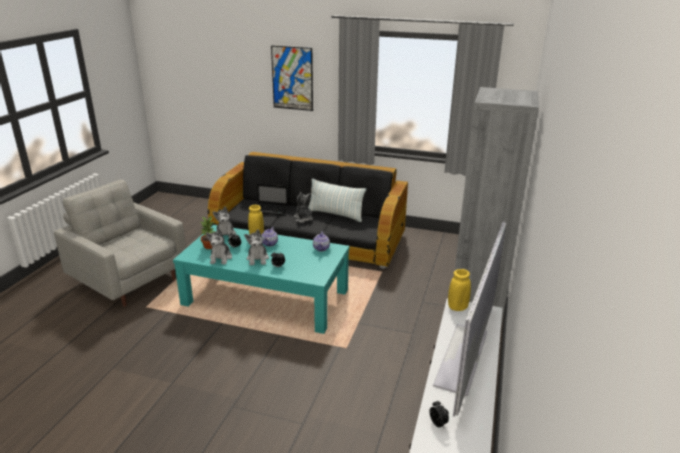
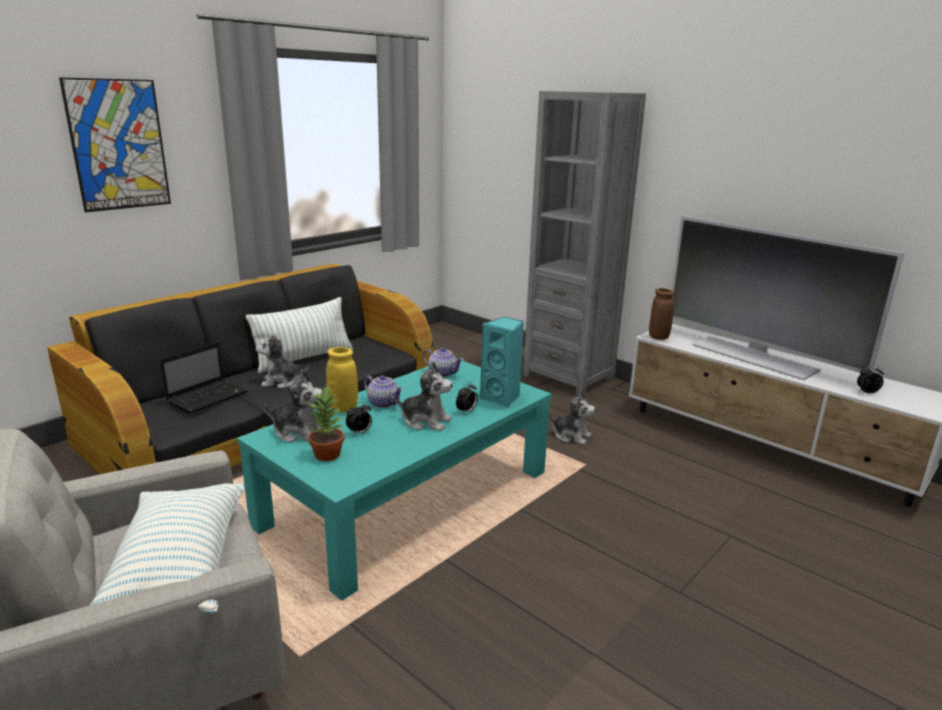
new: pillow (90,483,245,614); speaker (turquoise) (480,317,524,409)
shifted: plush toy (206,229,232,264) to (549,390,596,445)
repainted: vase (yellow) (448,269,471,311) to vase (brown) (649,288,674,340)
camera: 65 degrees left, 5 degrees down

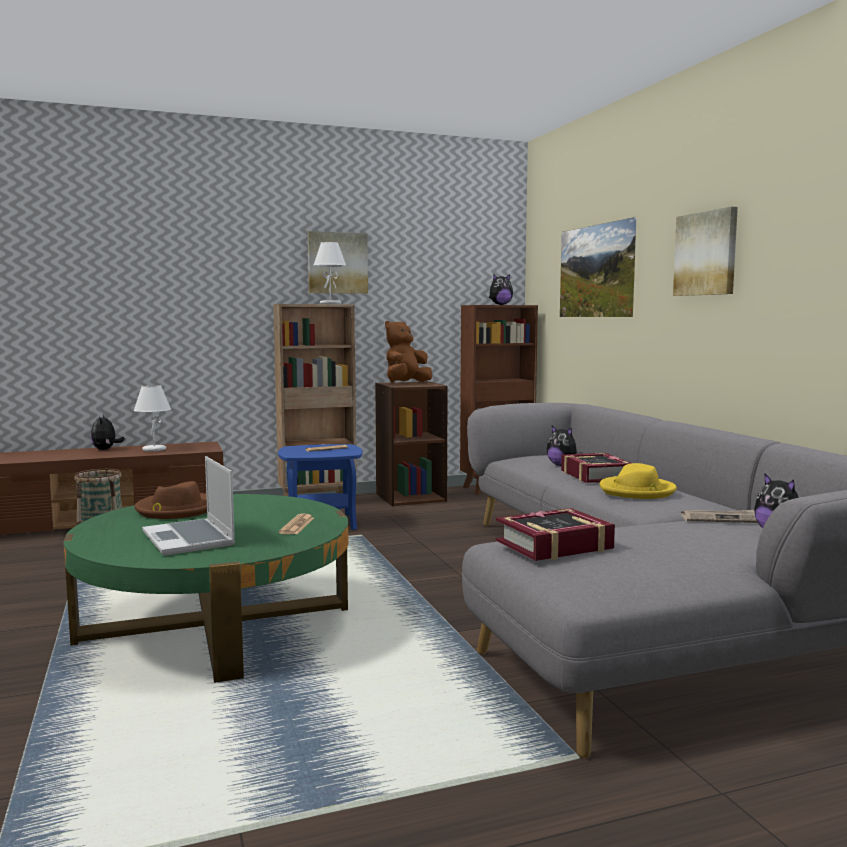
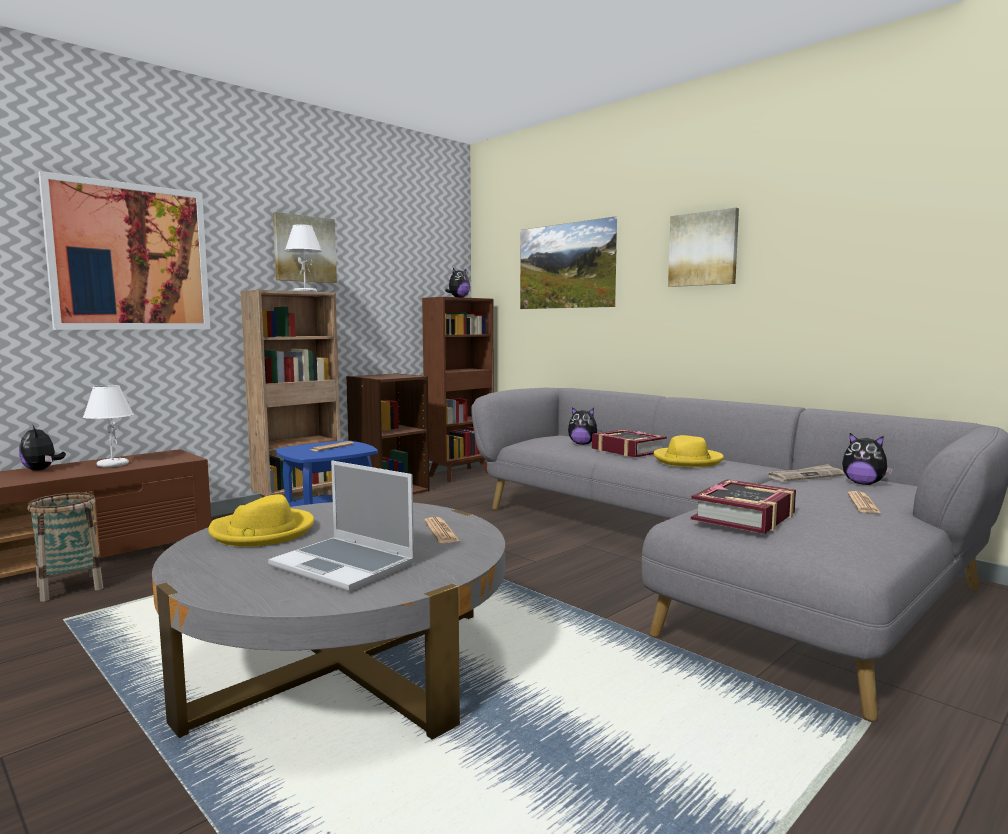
gone: plush toy (brown) (385,321,432,383)
new: picture (38,171,211,330); newspaper (847,491,881,513)
repainted: coffee table (green) (64,494,348,683) to coffee table (grey) (152,502,505,740); hat (brown) (135,481,207,519) to hat (yellow) (208,494,314,547)
camera: 25 degrees left, 0 degrees up

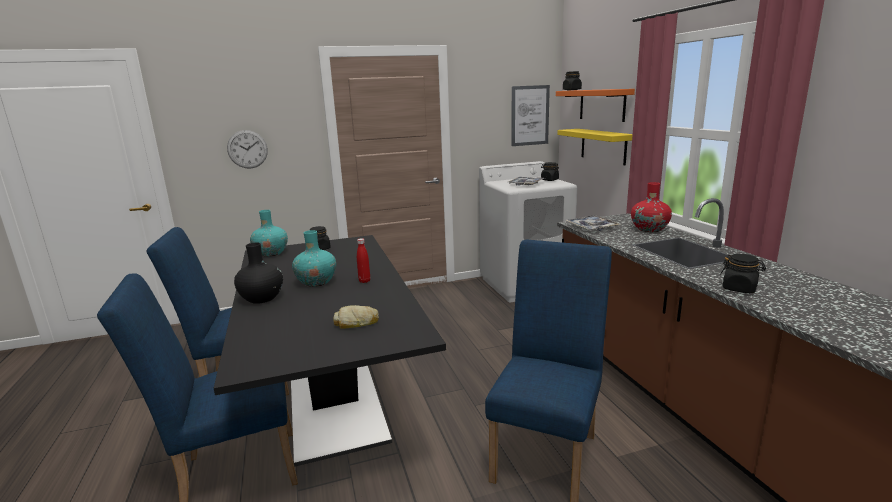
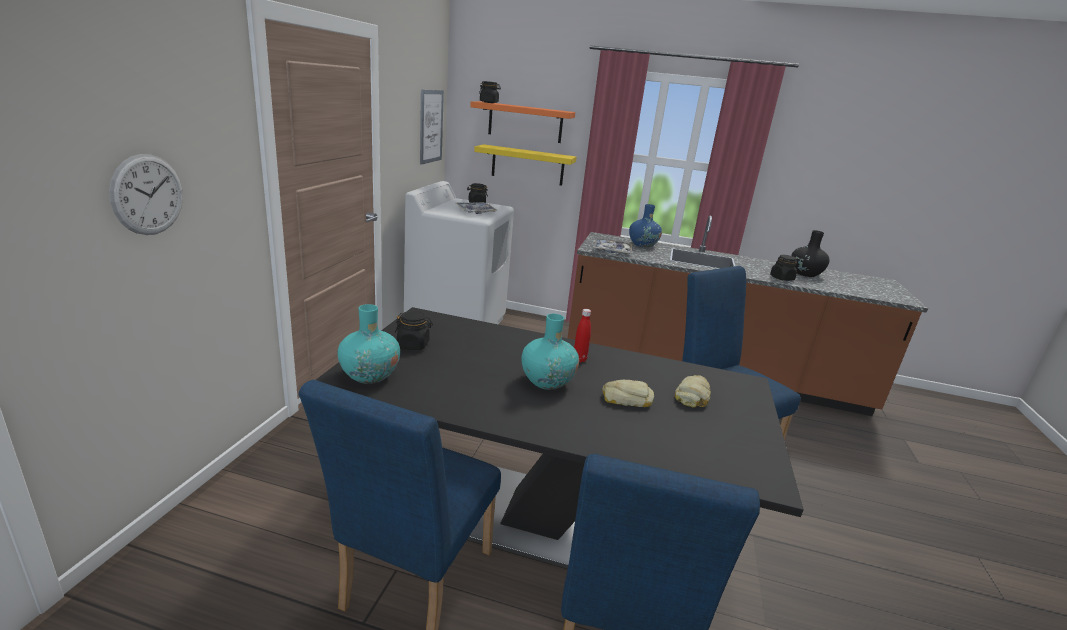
new: bread (602,380,654,407)
shifted: vase (black) (234,243,283,304) to (791,230,830,277)
repainted: vase (red) (631,182,672,232) to vase (blue) (629,204,662,248)
camera: 60 degrees left, 5 degrees up

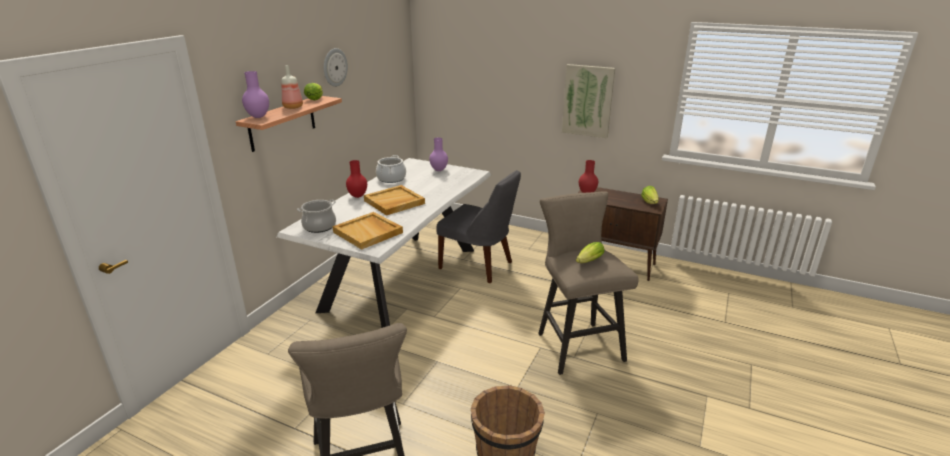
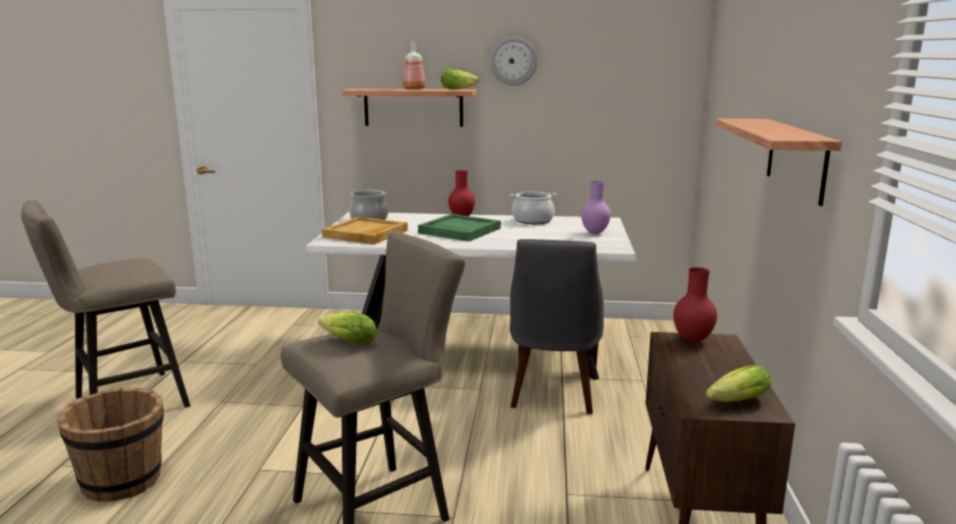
gone: vase (purple) (242,71,269,118)
swapped: picture (562,64,615,138) to shelf (715,119,842,206)
repainted: tray (beige) (364,185,425,216) to tray (green) (418,214,501,241)
camera: 70 degrees right, 10 degrees down

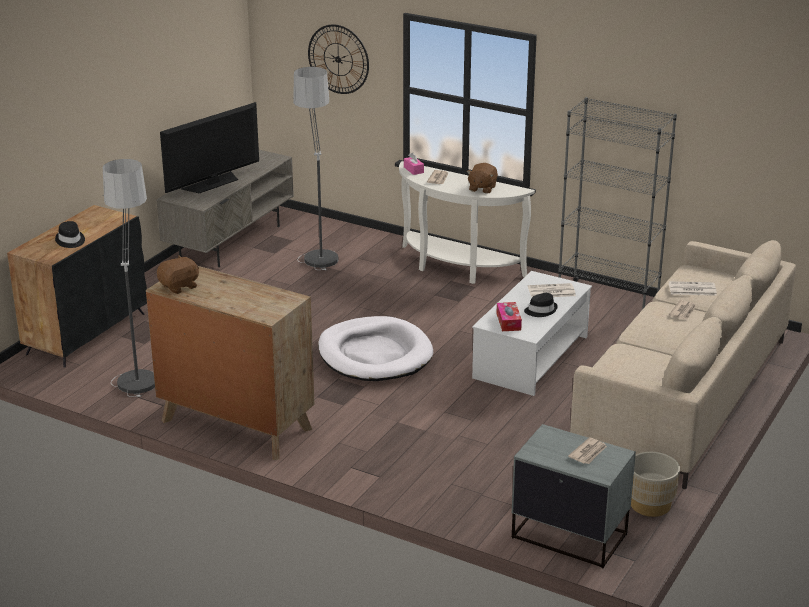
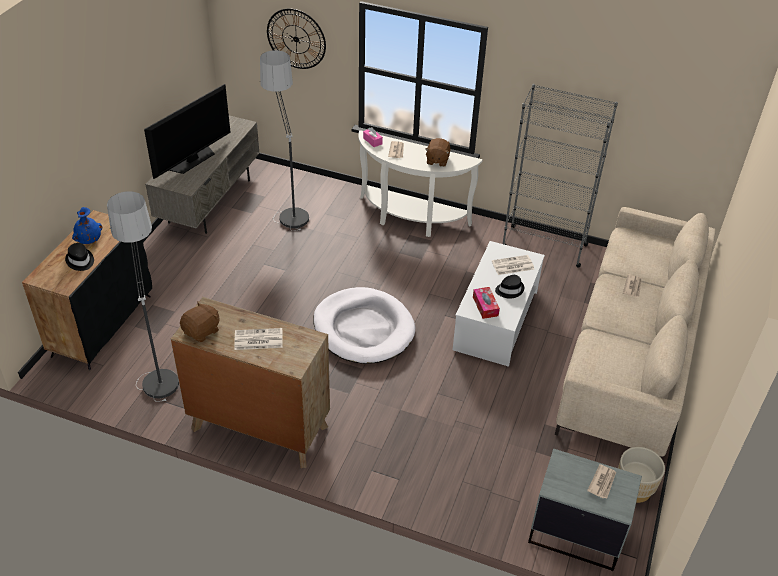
new: vase (blue) (72,207,102,244)
shifted: newspaper (669,281,717,296) to (234,328,283,350)
camera: 10 degrees left, 15 degrees up

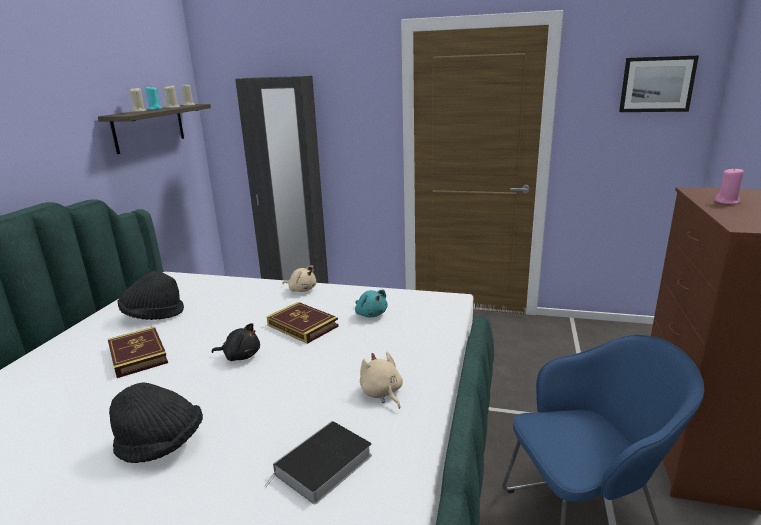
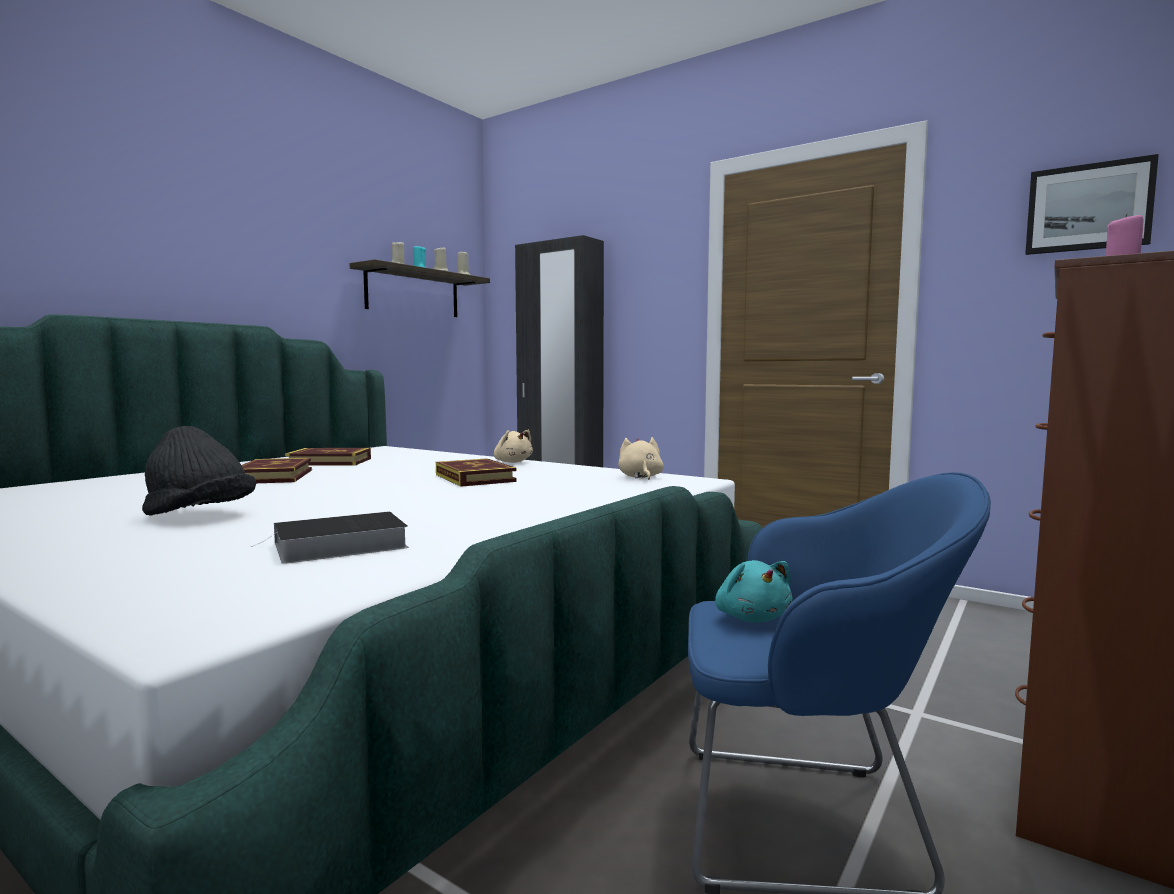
gone: plush toy (black) (211,323,260,361)
shifted: plush toy (turquoise) (355,290,388,317) to (715,560,793,623); plush toy (beige) (360,352,403,409) to (618,437,664,480)
swapped: hat (black) (117,271,184,320) to book (285,448,371,465)
camera: 20 degrees right, 15 degrees down

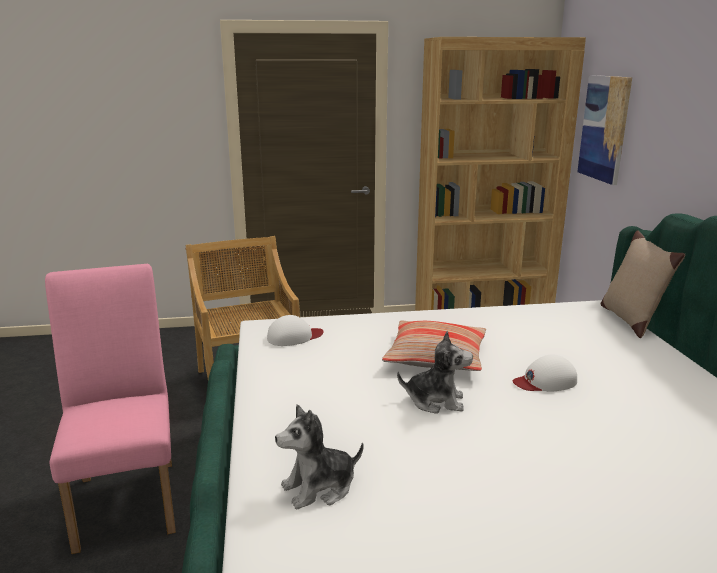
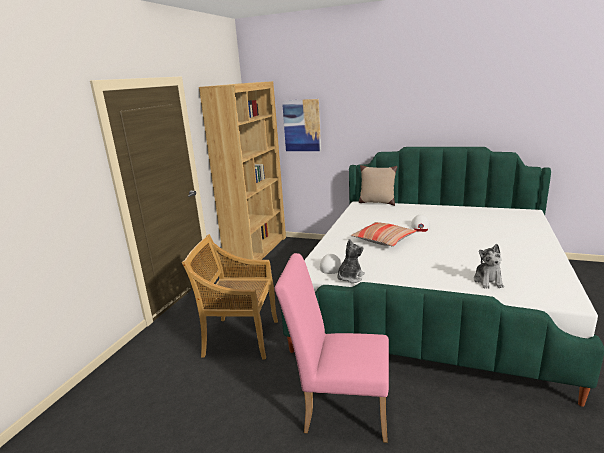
shifted: plush toy (397,331,473,414) to (337,239,365,283)
camera: 60 degrees left, 0 degrees up

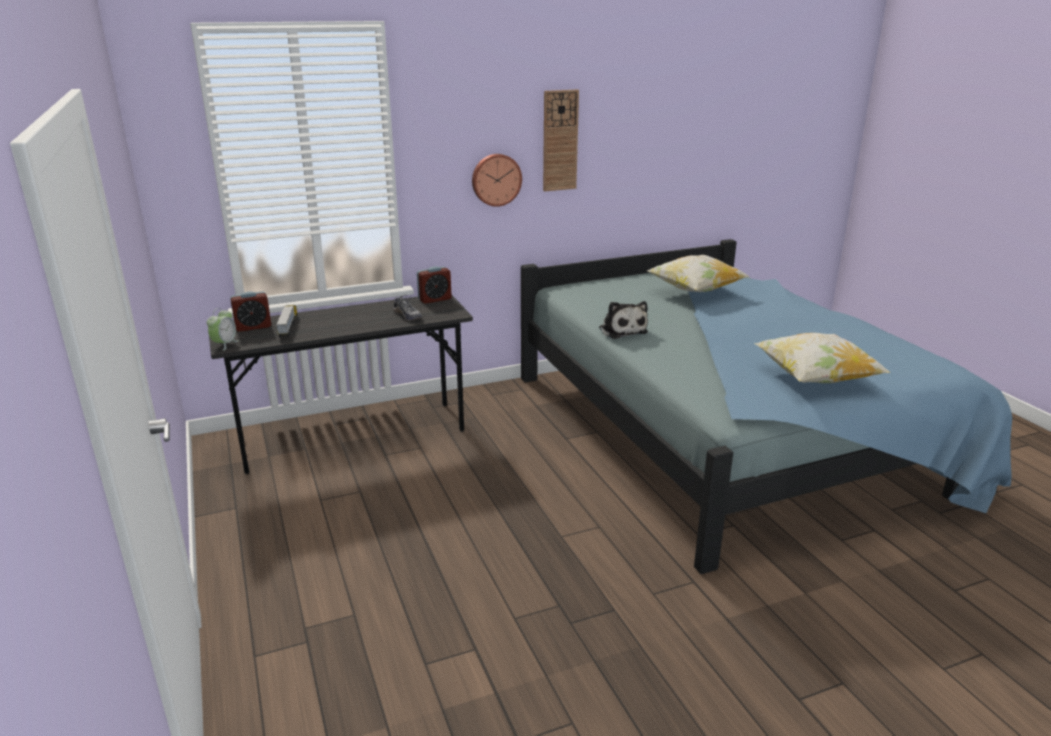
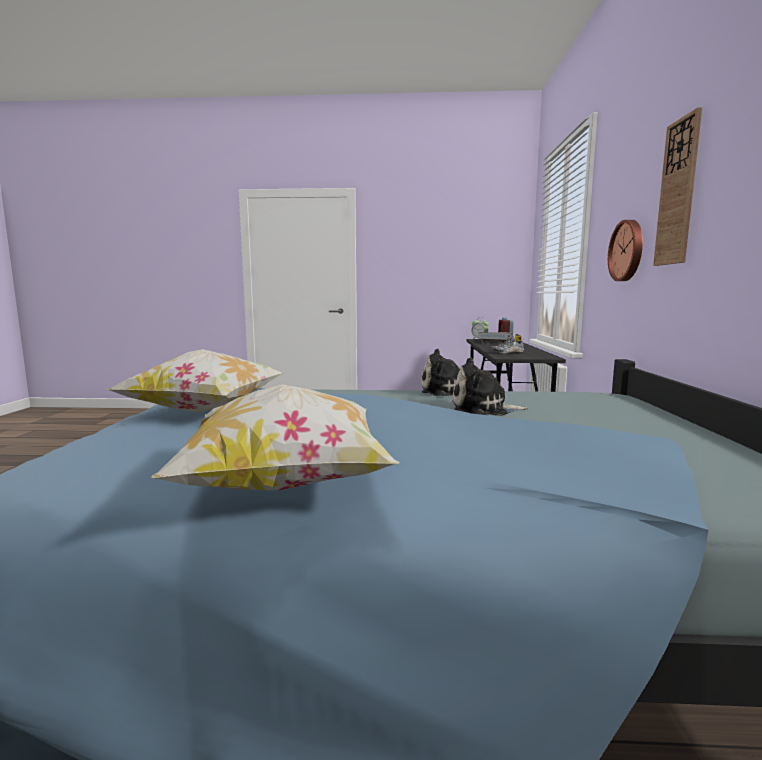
gone: alarm clock (417,267,452,304)
new: plush toy (453,358,528,416)
shifted: pillow (647,255,749,292) to (151,384,399,490)
camera: 115 degrees right, 15 degrees down

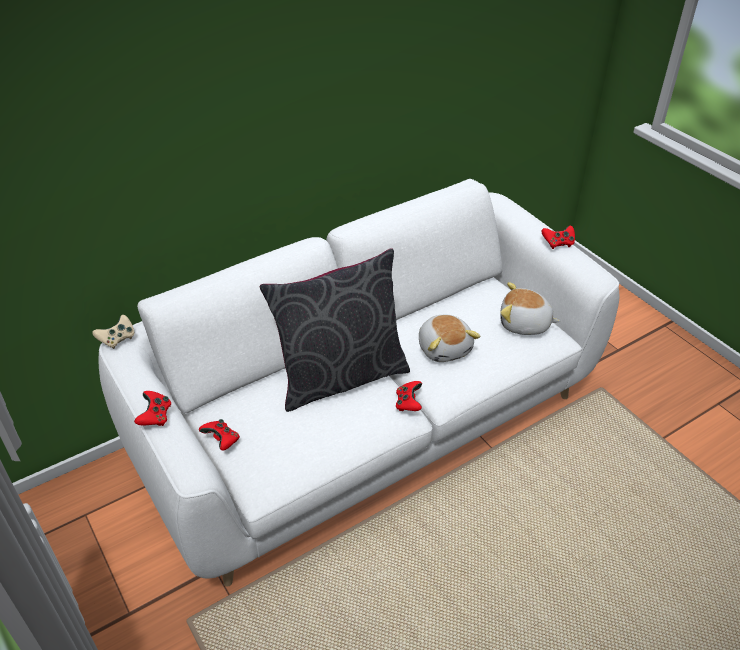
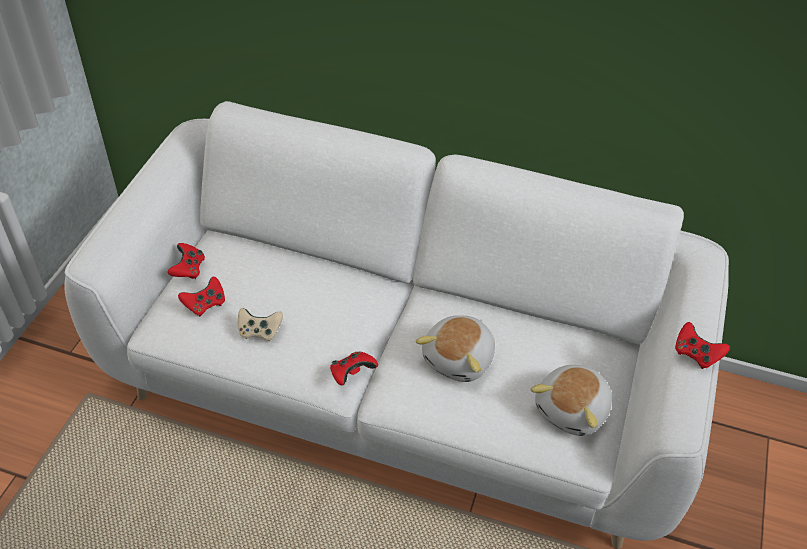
gone: pillow (grey) (259,248,410,412)
shifted: game controller (beige) (92,315,135,349) to (238,308,283,341); game controller (red) (134,391,171,426) to (178,277,225,316)
rotated: plush toy (500,282,560,335) = (530,365,612,436) 120 degrees counterclockwise
camera: 50 degrees right, 5 degrees up

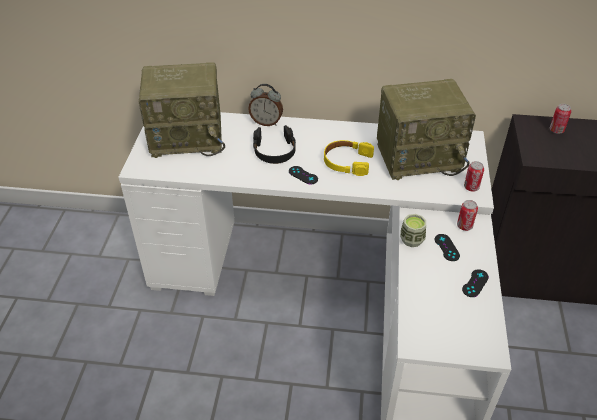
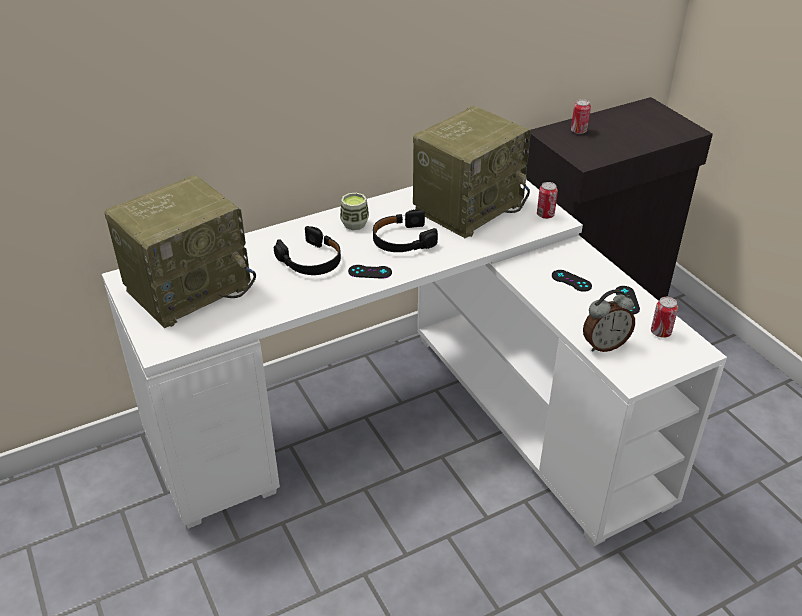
shifted: alarm clock (248,84,283,126) to (583,289,635,352); cup (400,214,426,247) to (340,193,369,230); can (457,200,478,231) to (651,297,678,338)
repainted: headphones (yellow) (324,140,374,176) to headphones (black) (373,209,438,252)
camera: 35 degrees left, 5 degrees down

